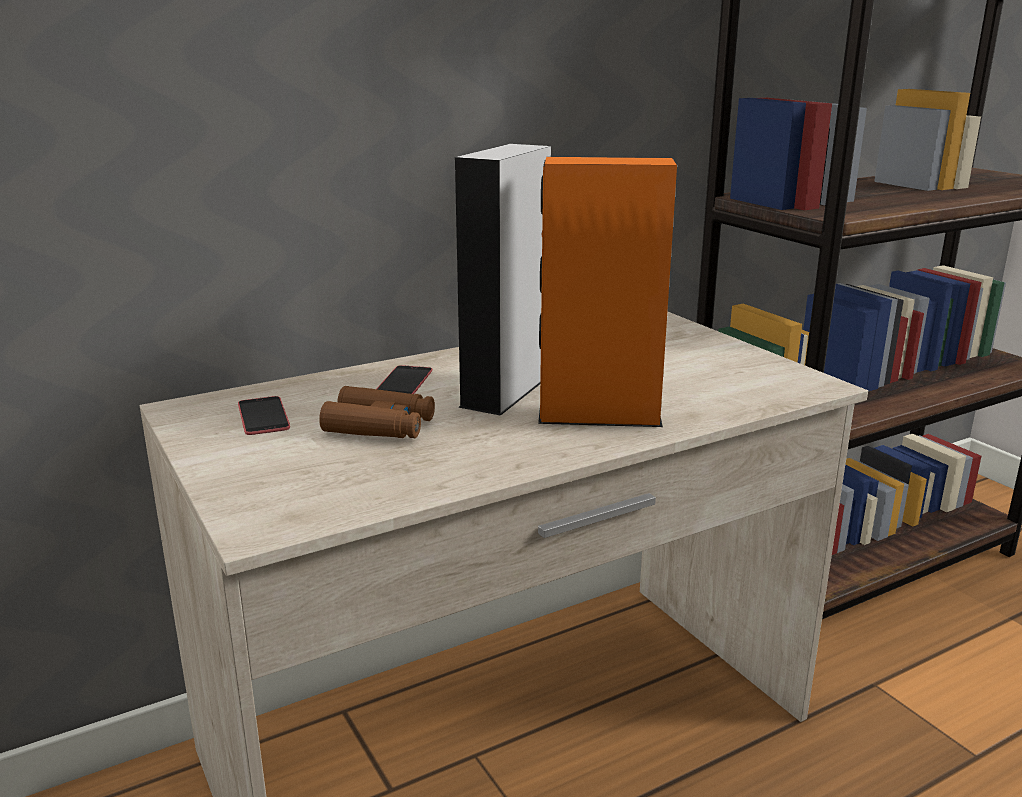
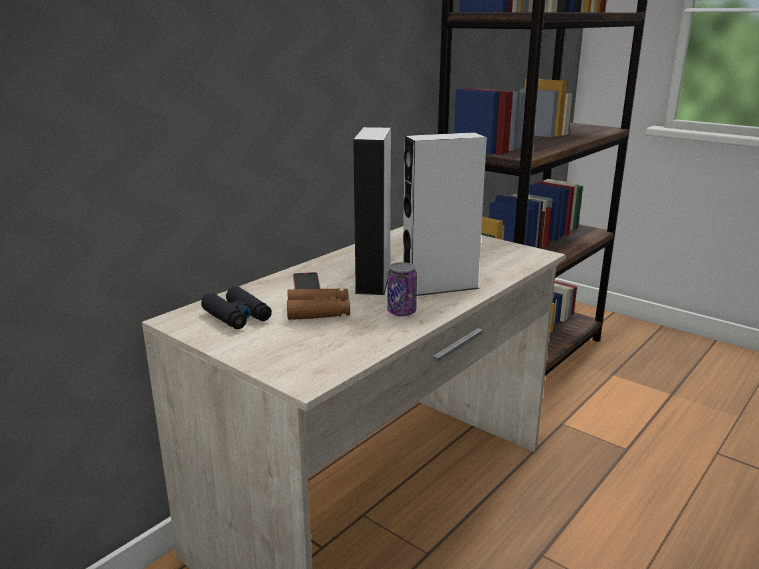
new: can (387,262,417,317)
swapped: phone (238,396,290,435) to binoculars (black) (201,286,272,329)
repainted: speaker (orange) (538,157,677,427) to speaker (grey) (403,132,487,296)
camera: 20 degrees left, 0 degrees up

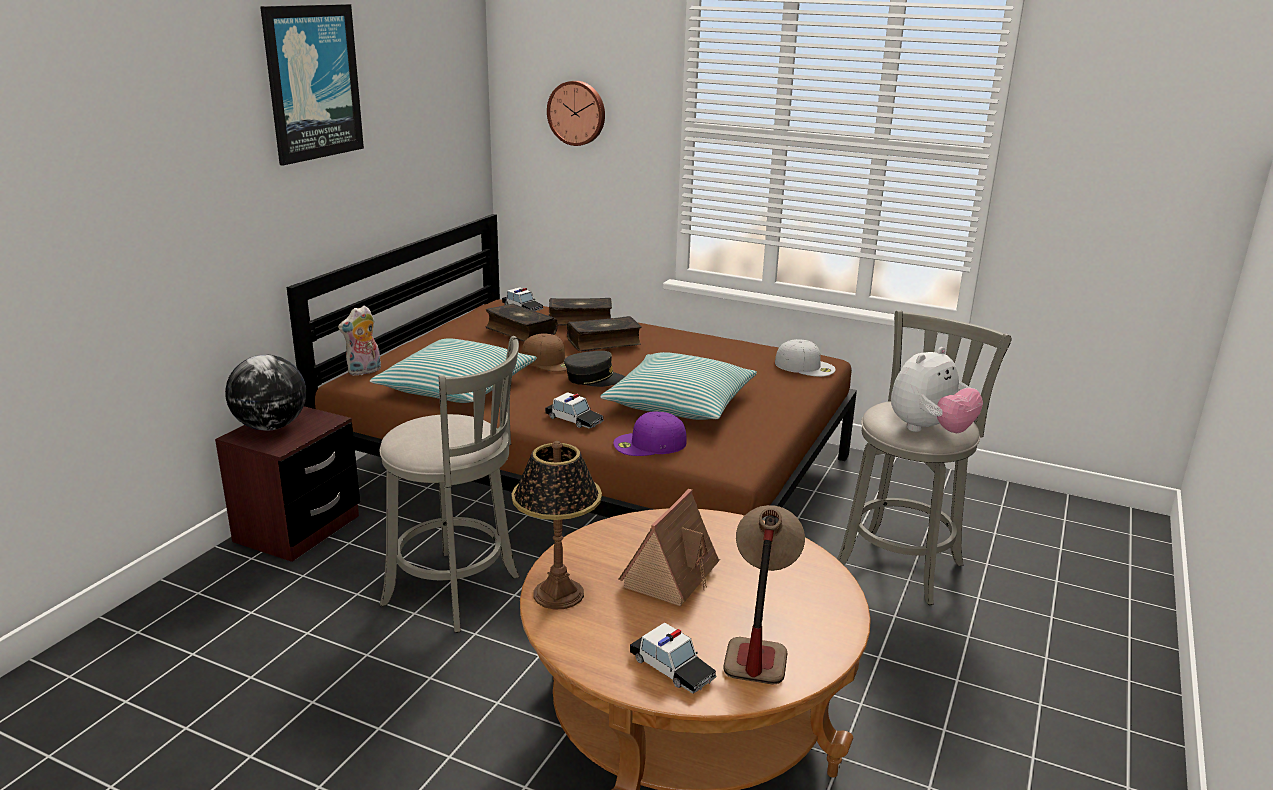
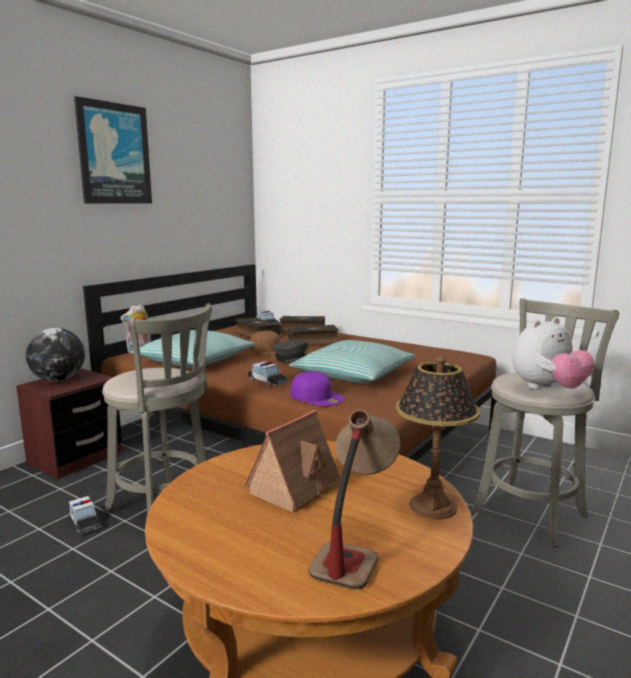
gone: wall clock (547,81,605,146); cap (white) (775,339,836,377)
shifted: table lamp (511,441,602,610) to (396,356,480,520); toy car (630,622,717,694) to (68,496,101,534)
rotated: cap (purple) (613,412,687,456) = (290,371,345,406) 135 degrees counterclockwise
camera: 10 degrees right, 10 degrees down

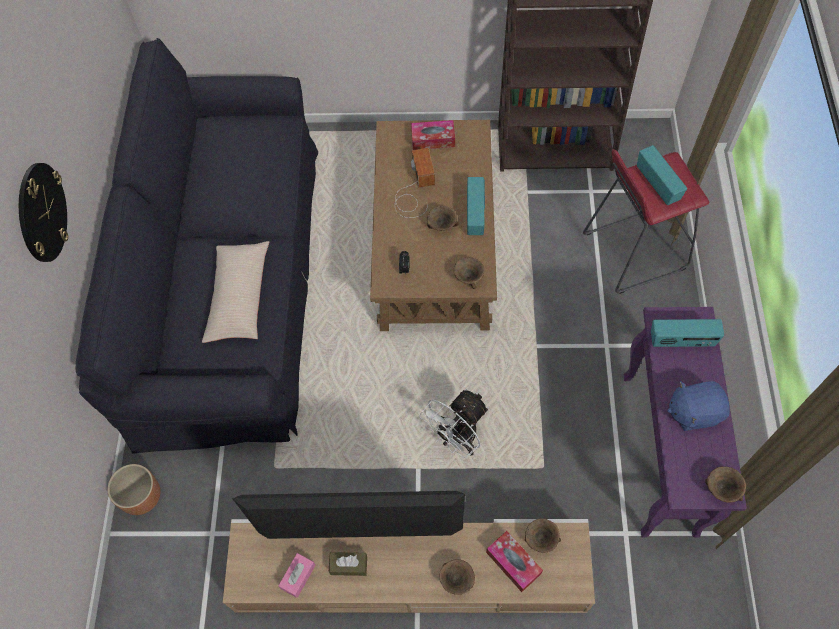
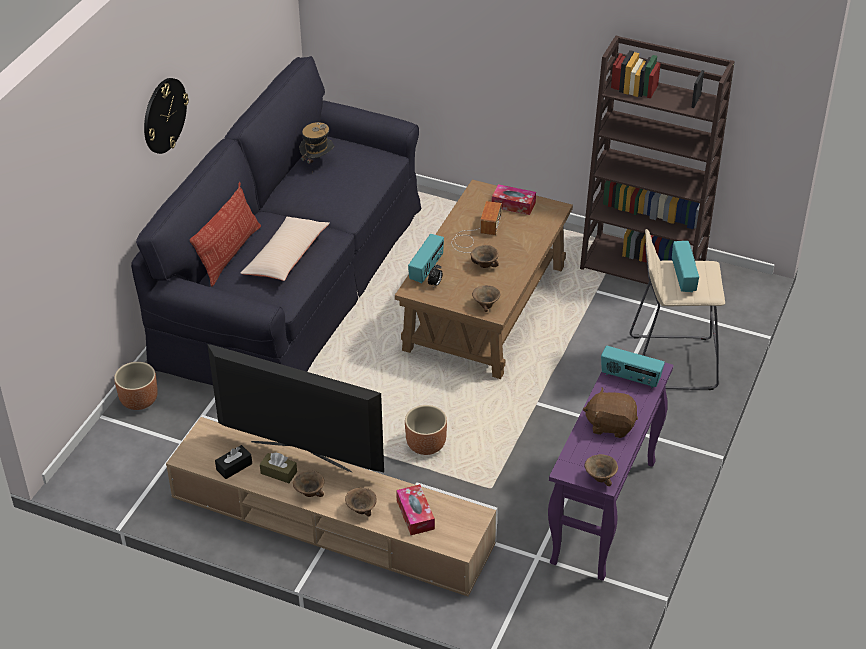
new: pillow (190,182,261,287); hat (299,122,334,173)
shifted: radio (467,177,485,235) to (408,234,444,283); bowl (brown) (525,518,561,553) to (293,471,325,497)
swapped: fan (white) (419,389,489,458) to planter (brown) (405,405,447,455)
repainted: tissue box (pink) (278,553,316,598) to tissue box (black) (215,445,252,479); stool (red) (583,149,710,294) to stool (beige) (630,229,725,390); plush toy (blue) (667,381,730,431) to plush toy (brown) (583,387,638,438)
camera: 20 degrees right, 20 degrees down

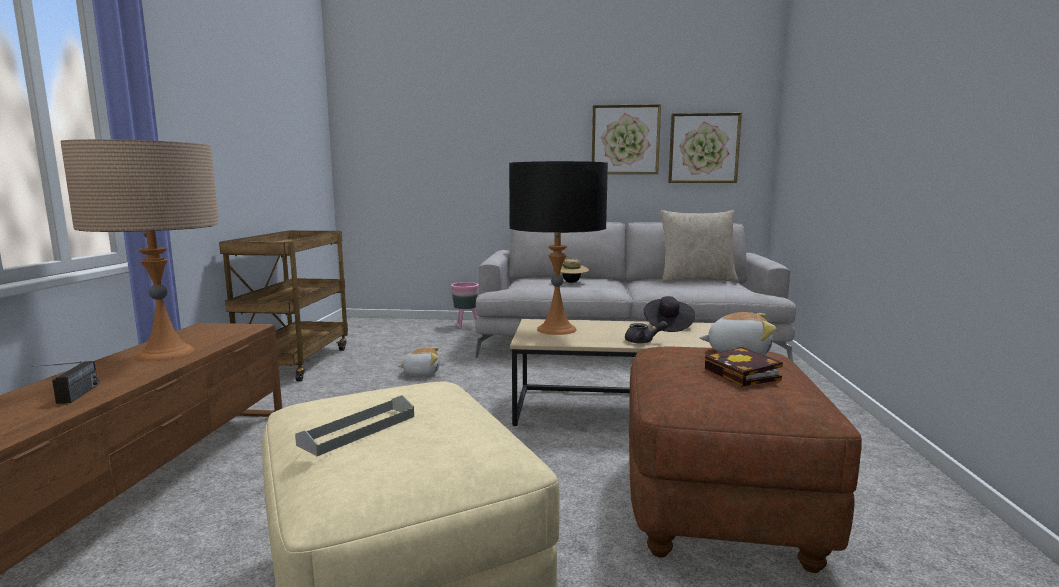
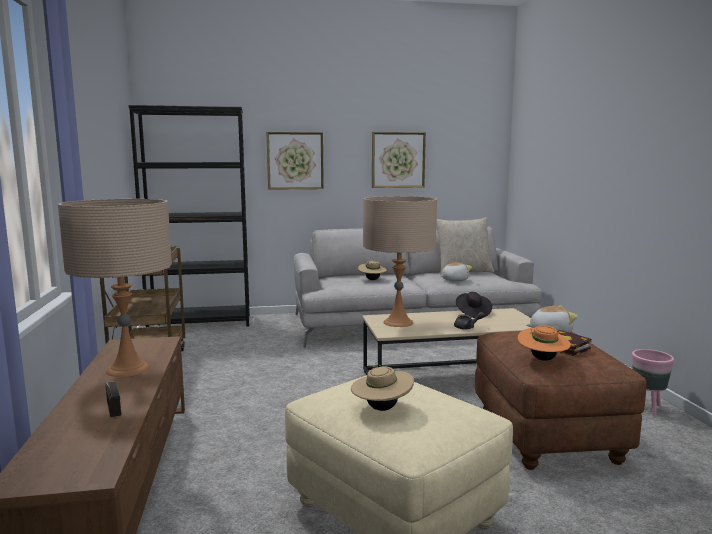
new: bookcase (black) (129,105,250,327); hat (orange) (518,325,571,361)
shifted: plush toy (398,347,440,376) to (440,262,472,281); planter (pink) (451,282,479,328) to (632,349,674,416); picture (668,113,742,183) to (266,132,324,190)
swapped: tray (grey) (295,395,414,456) to hat (beige) (351,362,414,411)
repainted: table lamp (black) (509,161,608,335) to table lamp (beige) (363,196,437,327)
camera: 15 degrees left, 0 degrees up

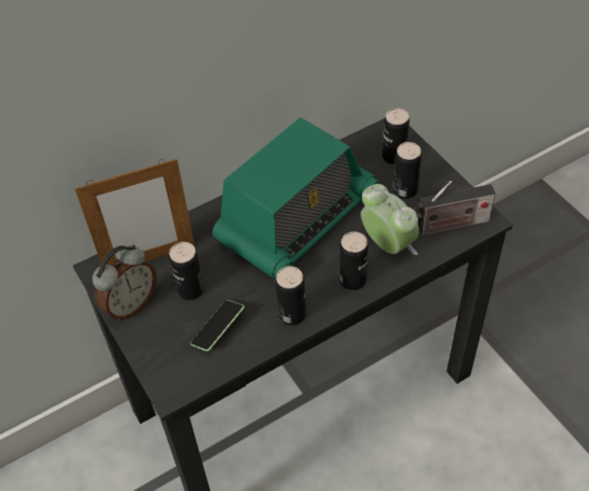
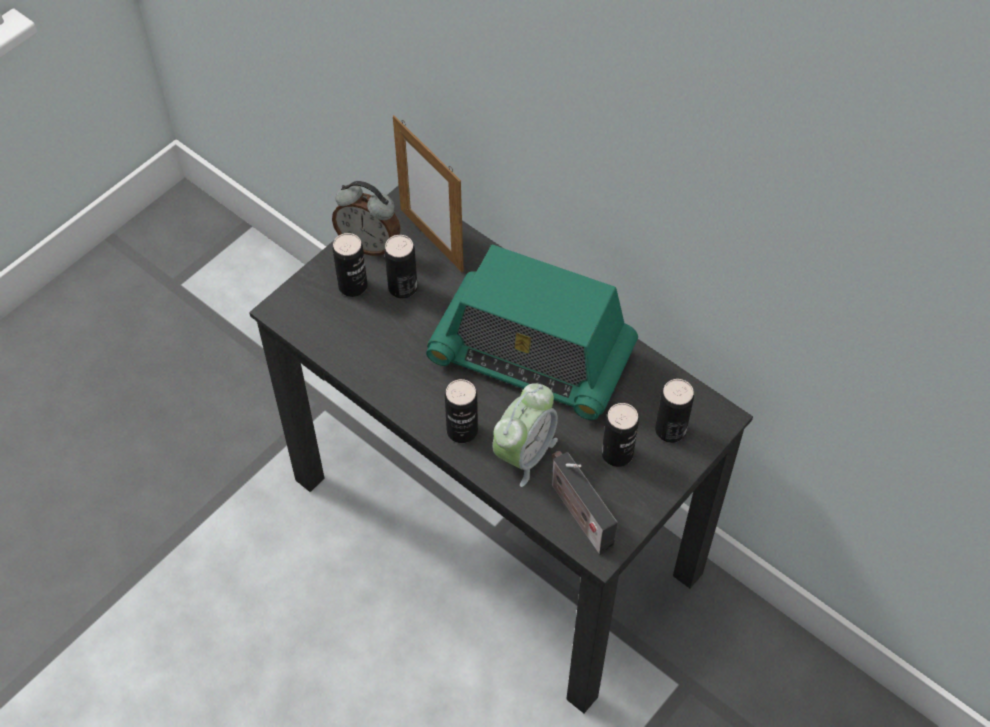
gone: phone (190,300,244,351)
shifted: can (275,266,306,325) to (333,233,368,297)
camera: 70 degrees right, 5 degrees up

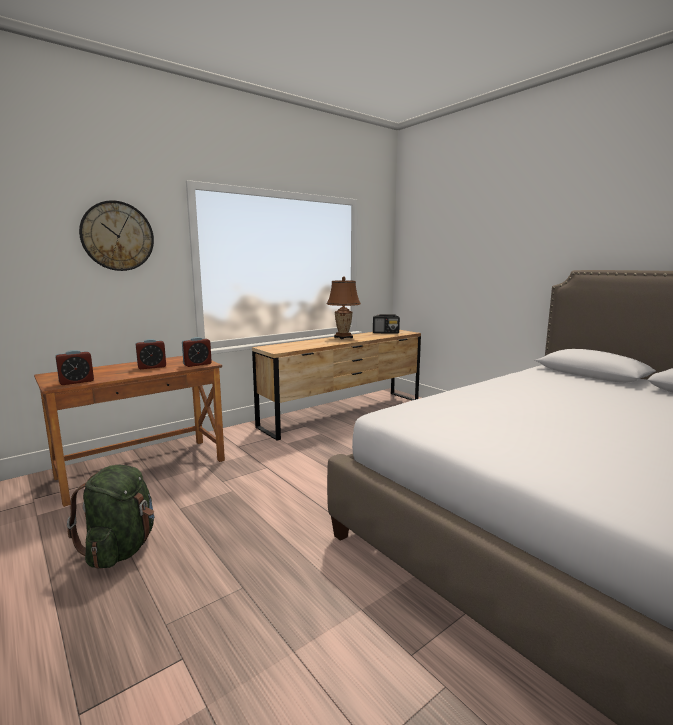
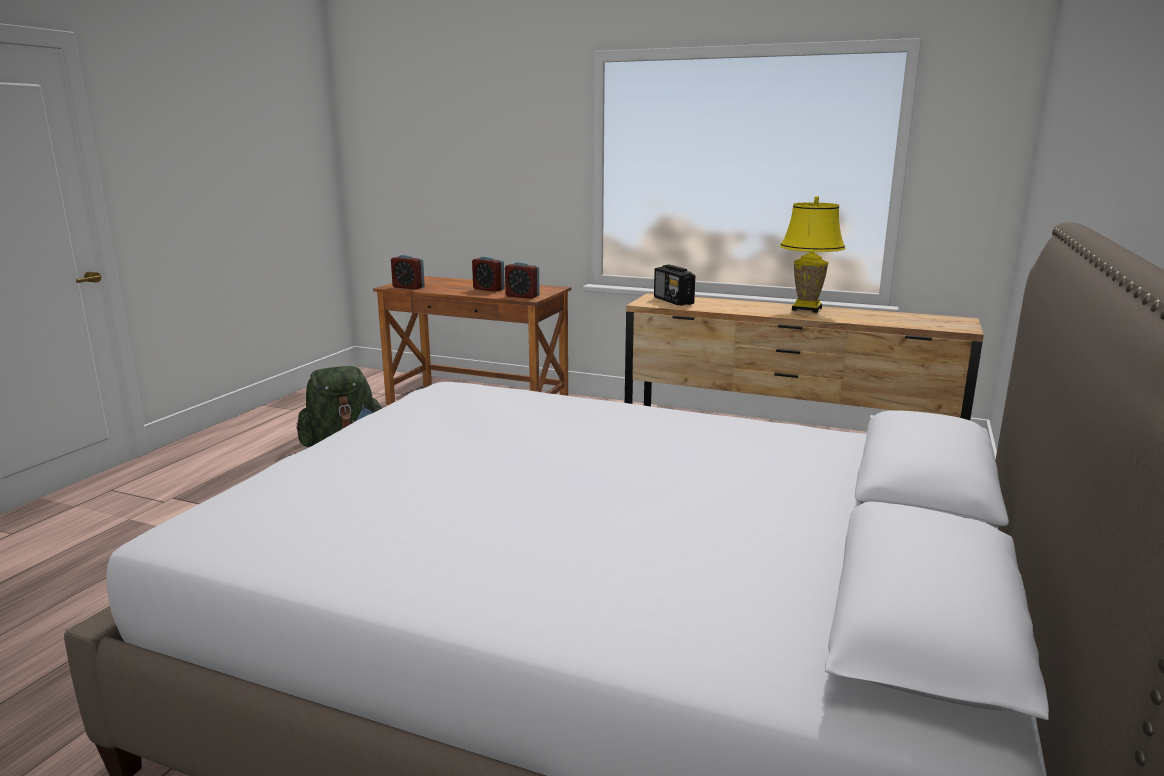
gone: wall clock (79,200,154,271)
shifted: radio (373,314,400,334) to (654,264,695,306)
repainted: table lamp (brown) (327,277,361,339) to table lamp (yellow) (780,196,846,313)
camera: 60 degrees right, 5 degrees up

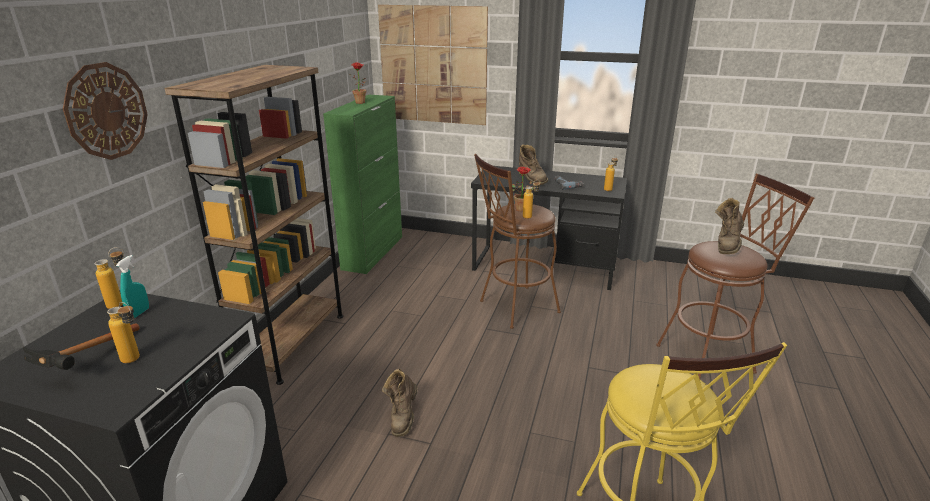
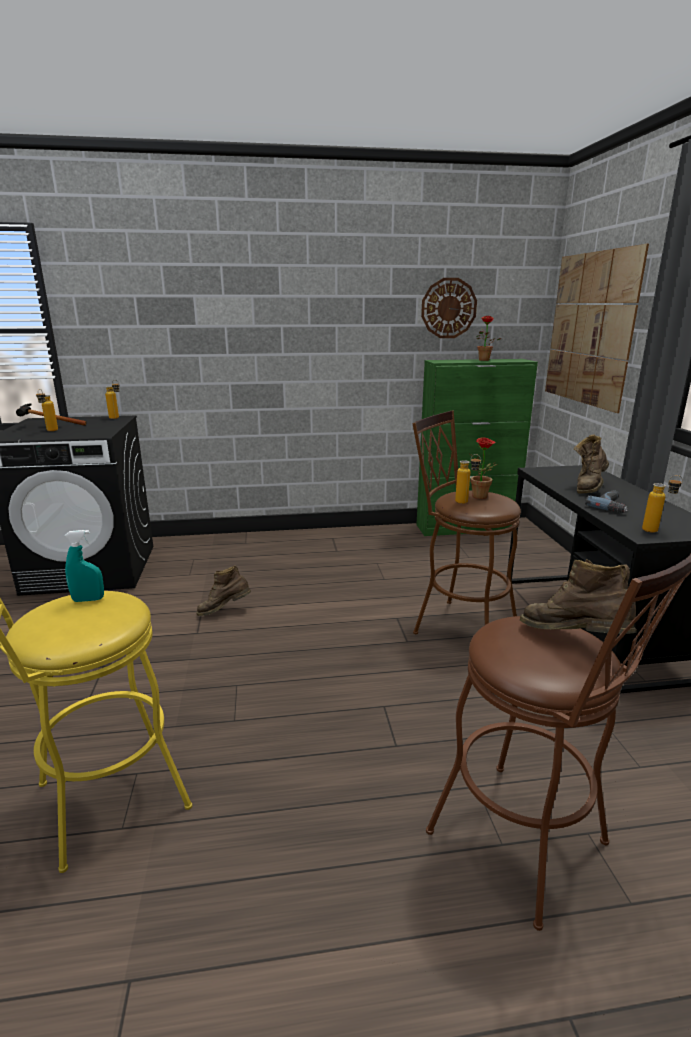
gone: bookcase (brown) (164,65,343,385)
shifted: wall clock (63,62,148,160) to (421,278,477,338); spray bottle (turquoise) (116,255,149,318) to (65,530,104,602)
rotated: boot (brown) (715,198,744,254) = (520,559,637,634) 45 degrees clockwise
camera: 65 degrees right, 5 degrees down

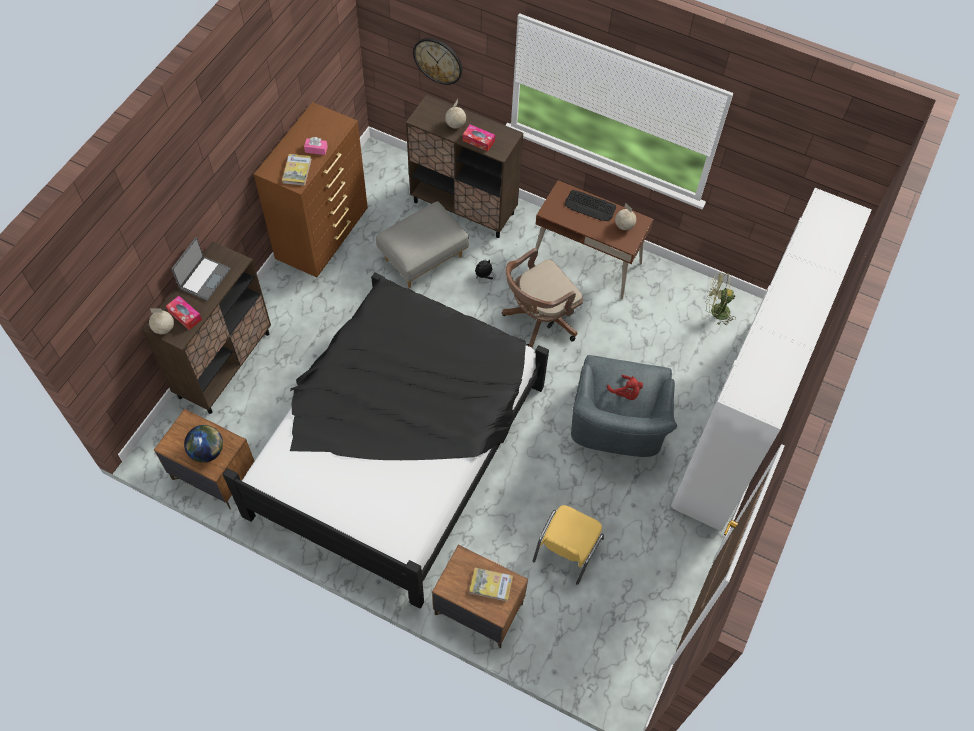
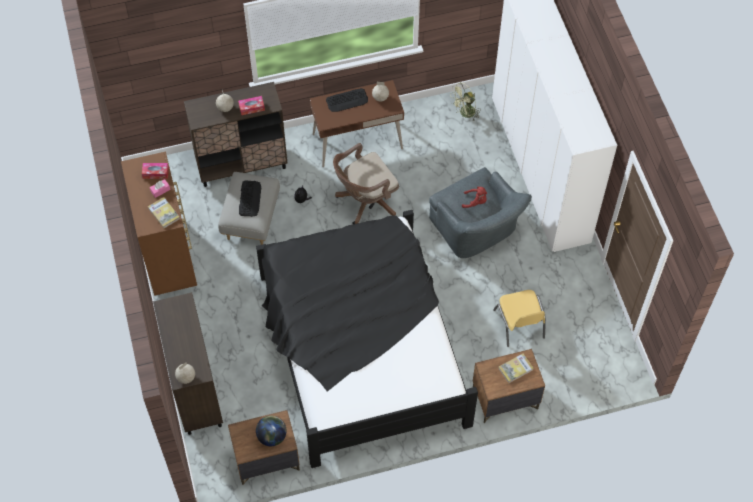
gone: laptop (172,237,231,301); wall clock (413,38,462,85)
new: keyboard (239,181,261,217)
shifted: tissue box (166,296,202,330) to (142,163,169,179)
rotated: office chair (brown) (502,248,583,348) = (333,143,399,224) 45 degrees clockwise
camera: 40 degrees left, 0 degrees up

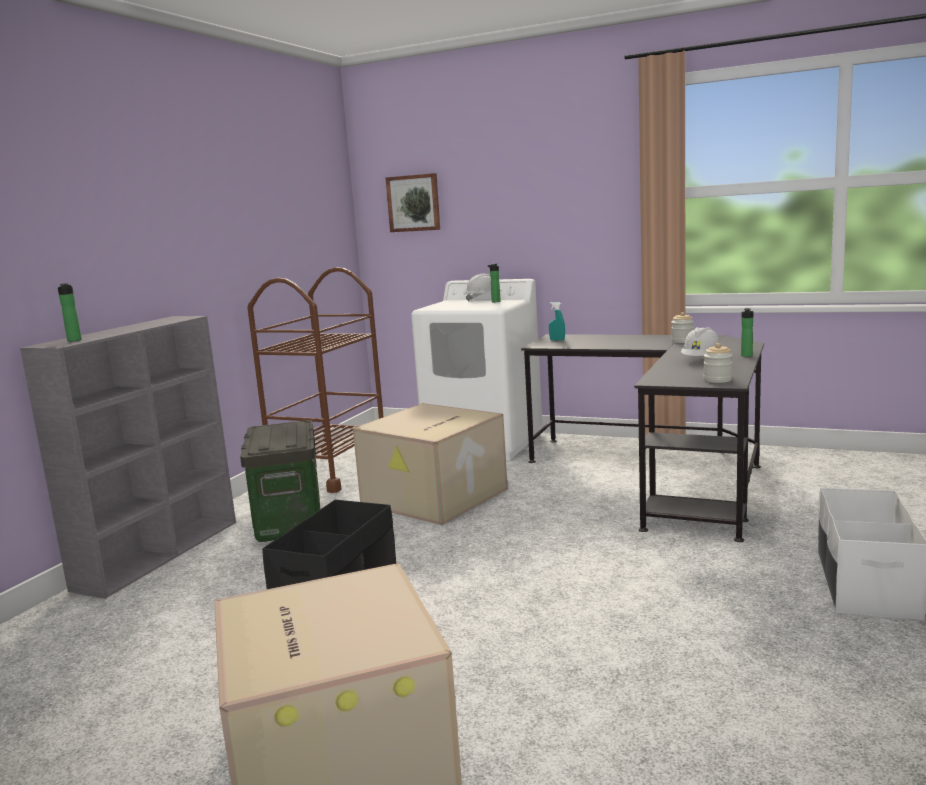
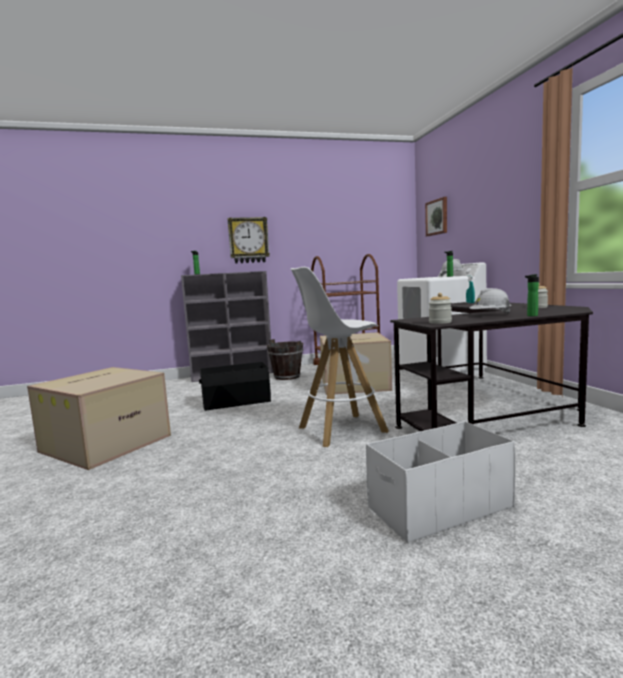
new: wall clock (227,217,270,263); stool (white) (290,267,389,447)
swapped: storage box (240,420,320,542) to bucket (brown) (267,339,303,380)
camera: 50 degrees right, 5 degrees down

